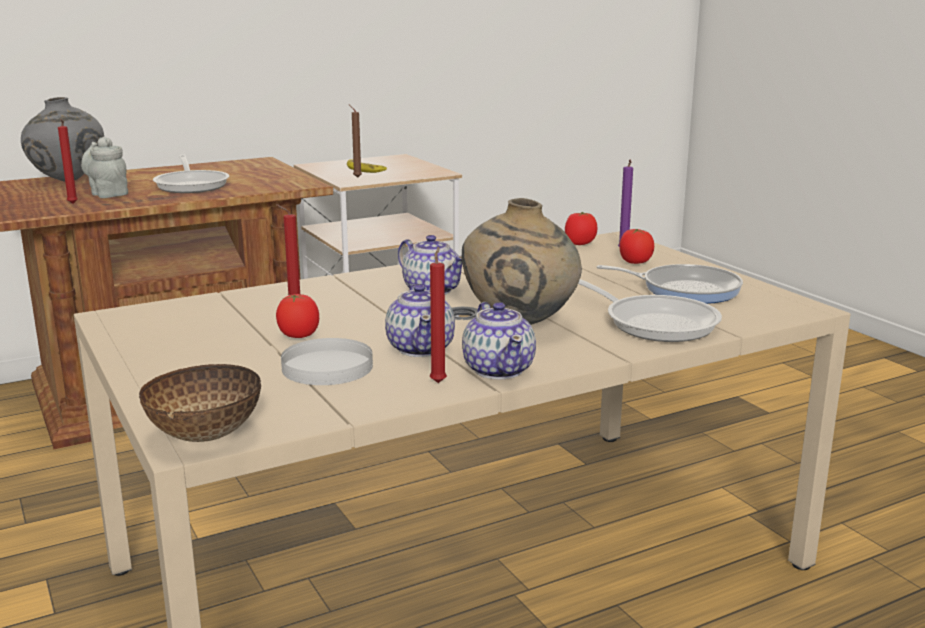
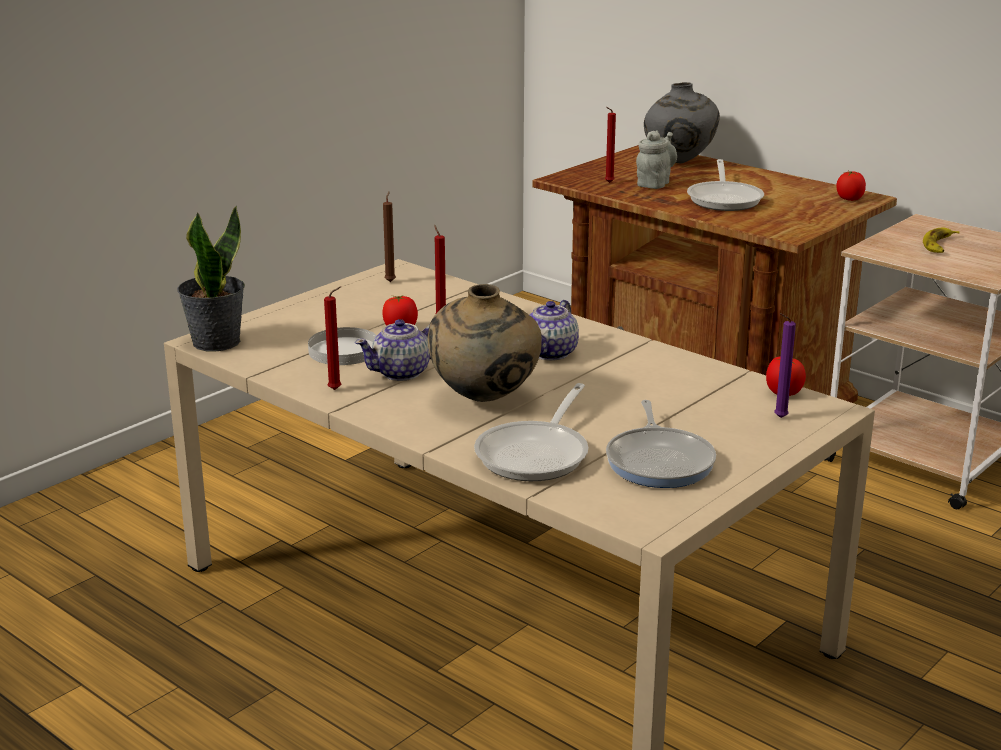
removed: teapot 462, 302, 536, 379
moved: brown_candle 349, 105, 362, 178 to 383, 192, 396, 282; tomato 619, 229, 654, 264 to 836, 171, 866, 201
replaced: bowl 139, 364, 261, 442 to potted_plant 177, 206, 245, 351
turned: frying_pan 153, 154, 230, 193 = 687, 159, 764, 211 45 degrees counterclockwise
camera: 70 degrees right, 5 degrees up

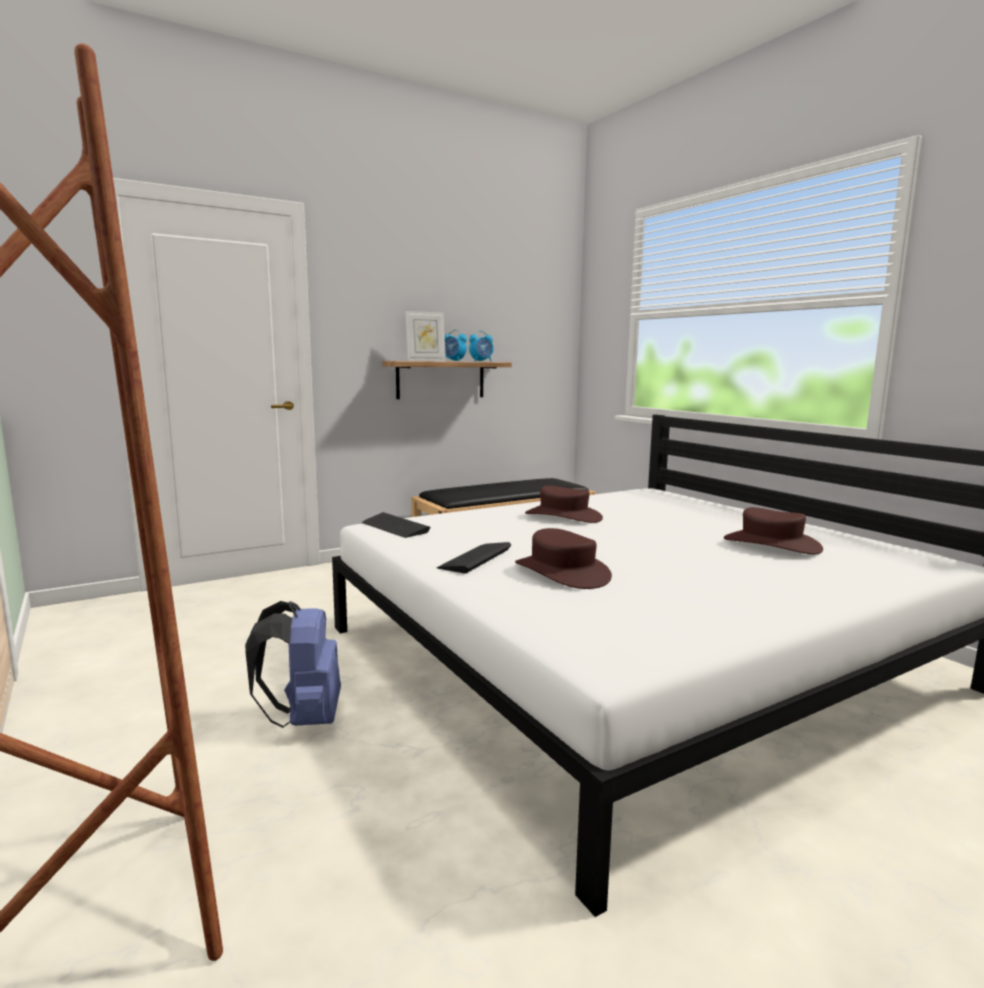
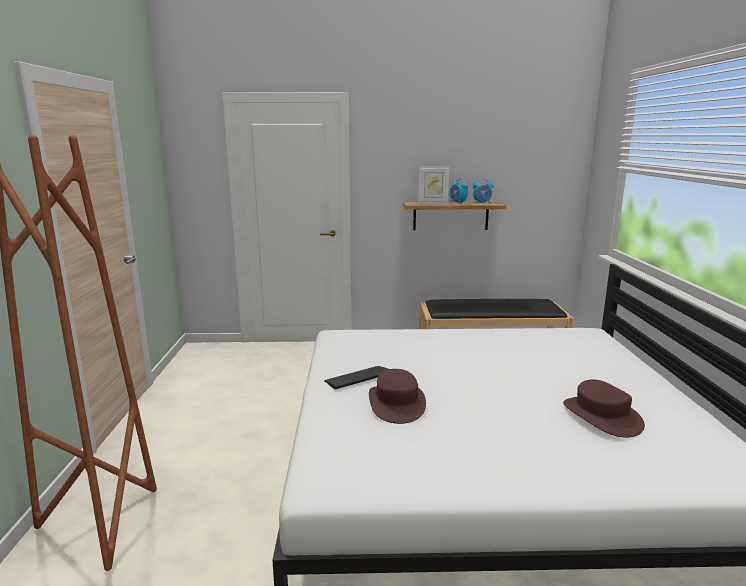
removed: blue_backpack 245, 601, 341, 728; keyboard 362, 512, 431, 538; brown_hat 525, 486, 603, 523
camera: 30 degrees right, 5 degrees up

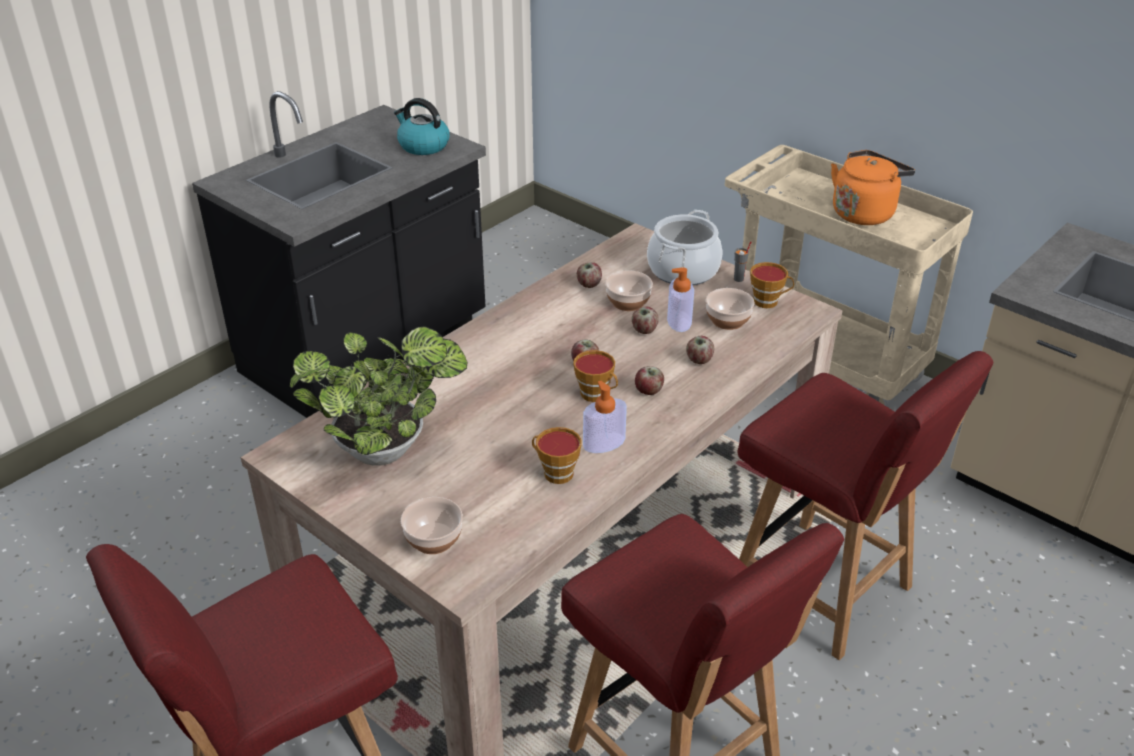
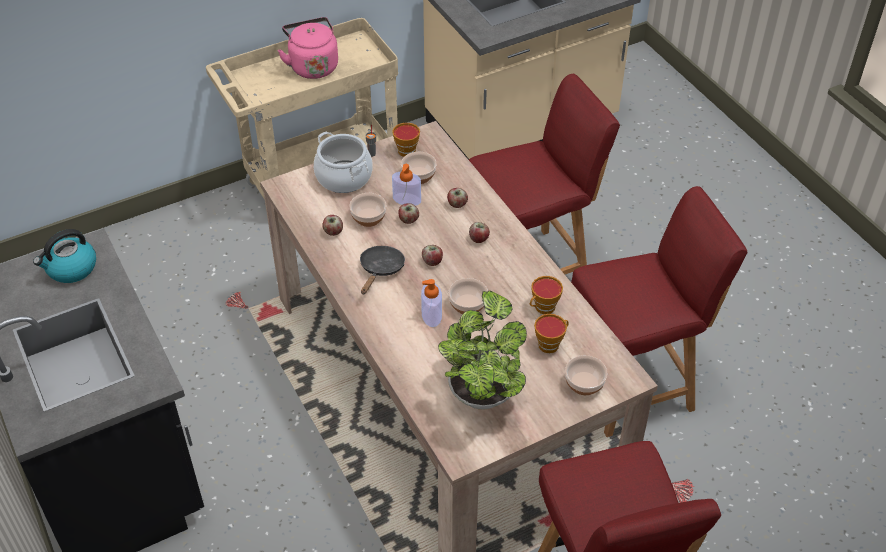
added: black_frying_pan 360, 246, 405, 294; bowl 449, 278, 488, 314
moved: cup 573, 350, 618, 402 to 534, 314, 569, 353; soap_dispenser 583, 381, 627, 453 to 421, 279, 442, 327
recoloured: orange_kettle 831, 150, 915, 225 to pink_kettle 278, 17, 338, 79
camera: 70 degrees left, 10 degrees up

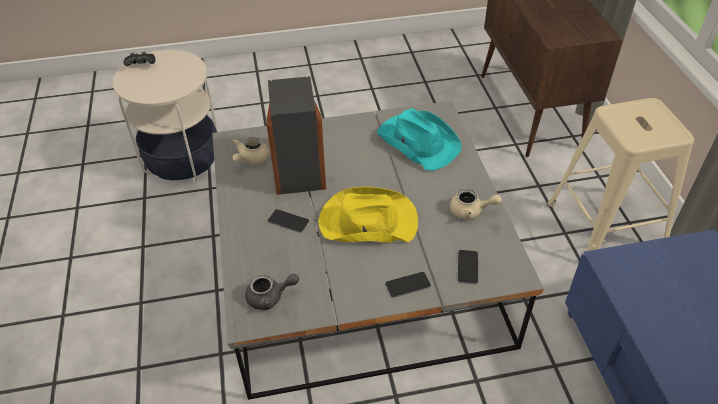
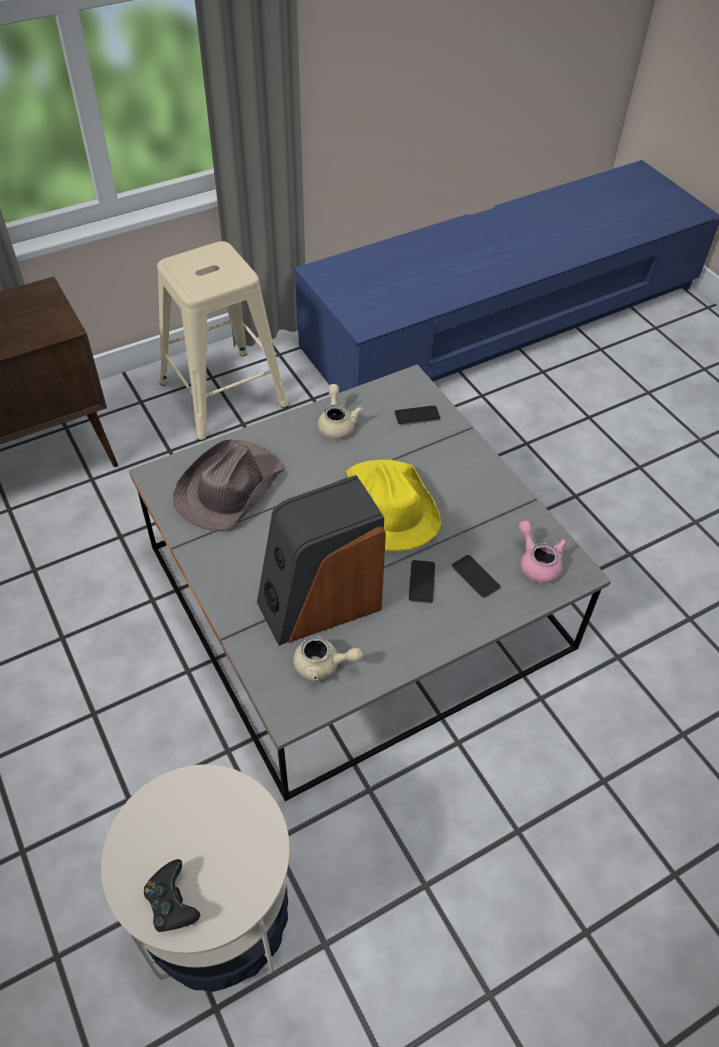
moved: phone 385, 272, 431, 298 to 452, 555, 500, 598
recoloured: grey_teapot 245, 274, 299, 310 to pink_teapot 518, 521, 567, 583; turquoise_hat 377, 108, 461, 171 to brown_hat 173, 440, 284, 531
camera: 110 degrees left, 5 degrees up

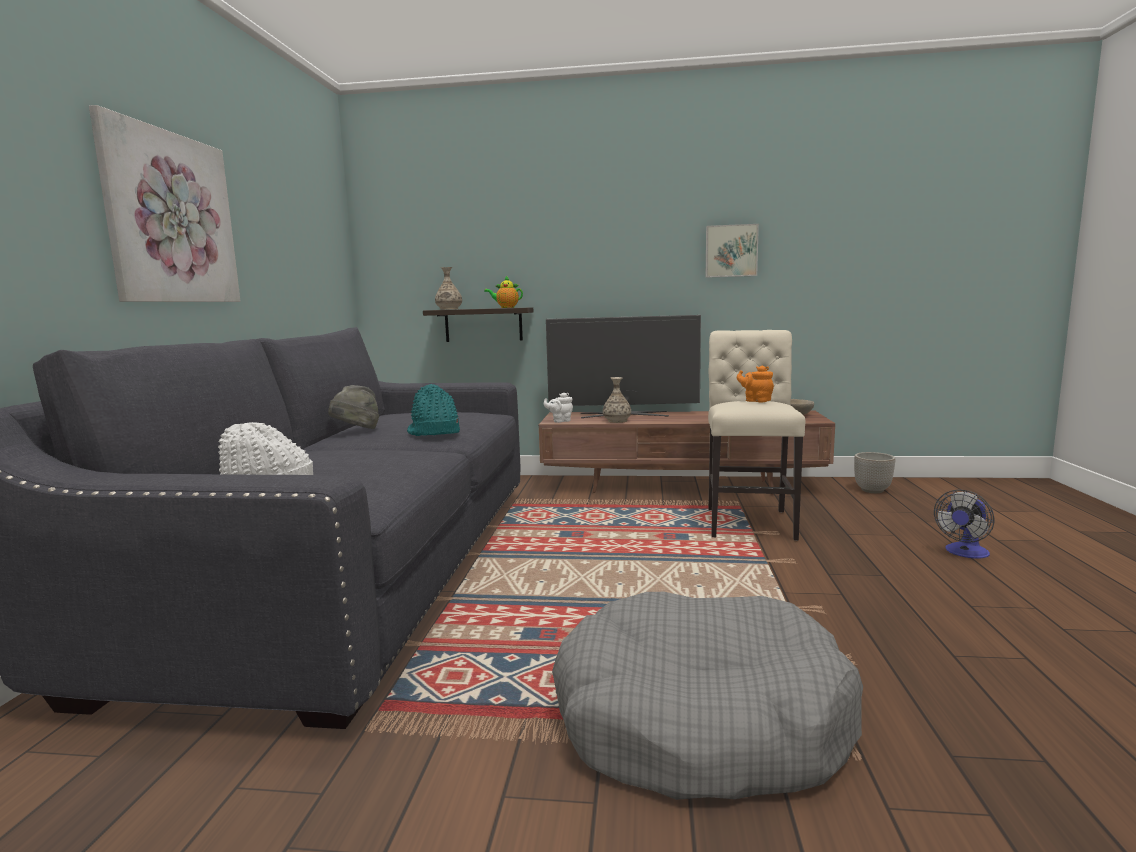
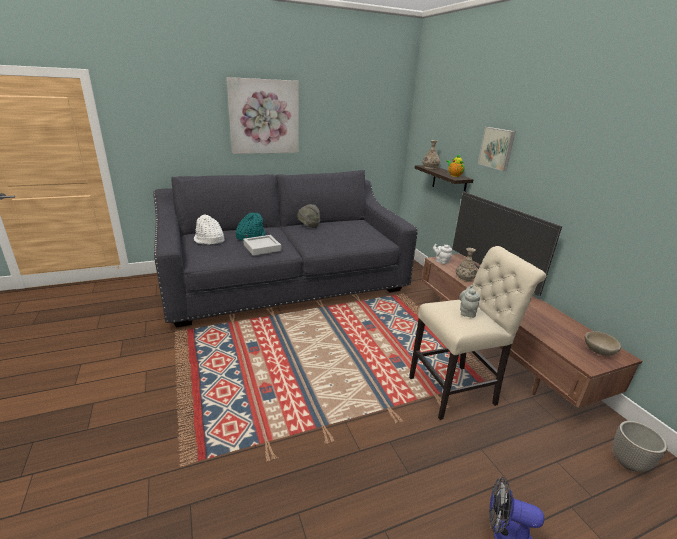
removed: grey_dog_bed 552, 592, 863, 800
added: grey_tray 243, 235, 281, 256
moved: turquoise_hat 407, 384, 460, 436 to 236, 212, 265, 241; picture 706, 224, 759, 278 to 478, 127, 516, 171
recoloured: orange_teapot 737, 366, 774, 402 to grey_teapot 459, 285, 480, 318
camera: 60 degrees right, 15 degrees up

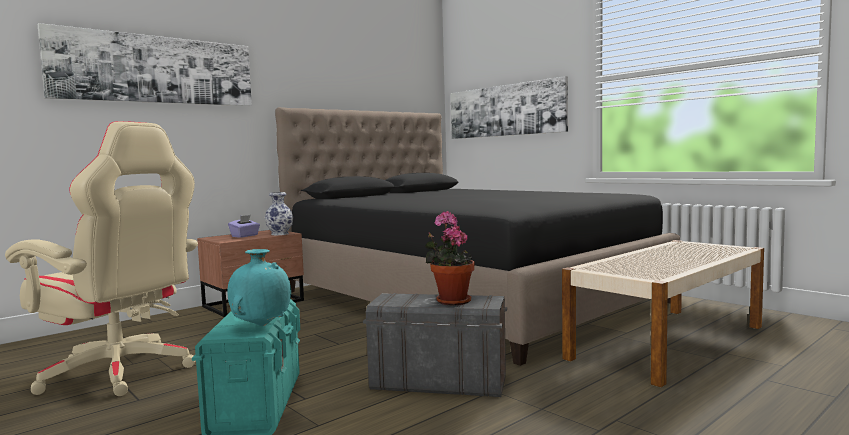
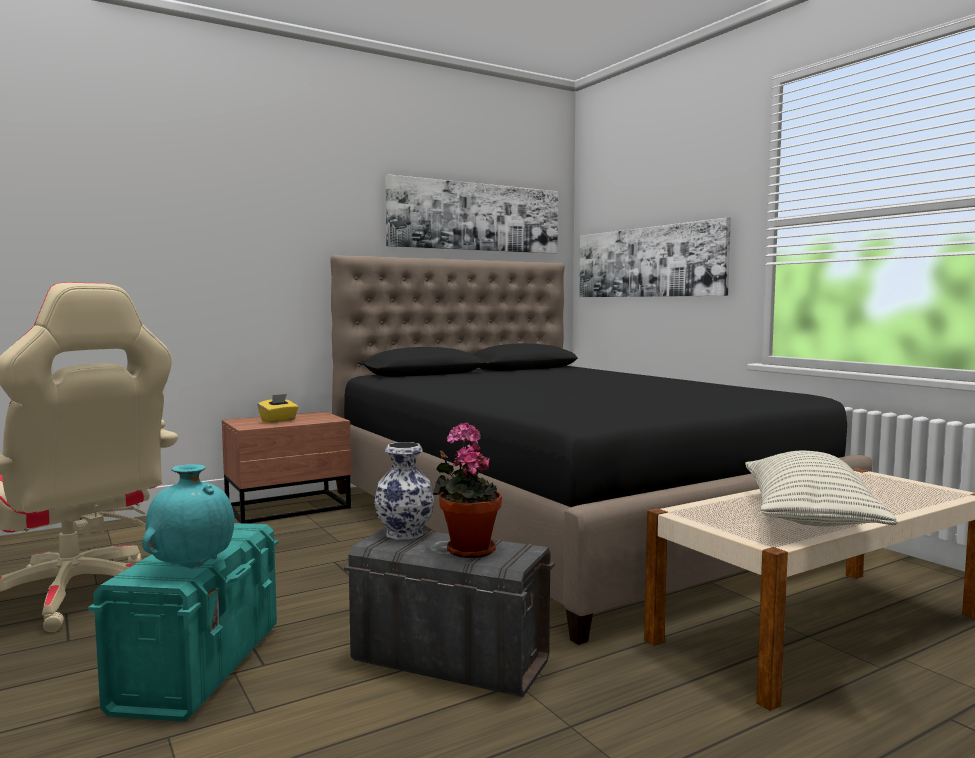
added: pillow 745, 451, 898, 526
moved: picture 37, 23, 252, 106 to 385, 174, 558, 254; vase 265, 192, 293, 235 to 374, 442, 434, 540
recoloured: purple_tissue_box 228, 215, 260, 238 to yellow_tissue_box 258, 394, 299, 423
camera: 10 degrees right, 0 degrees up

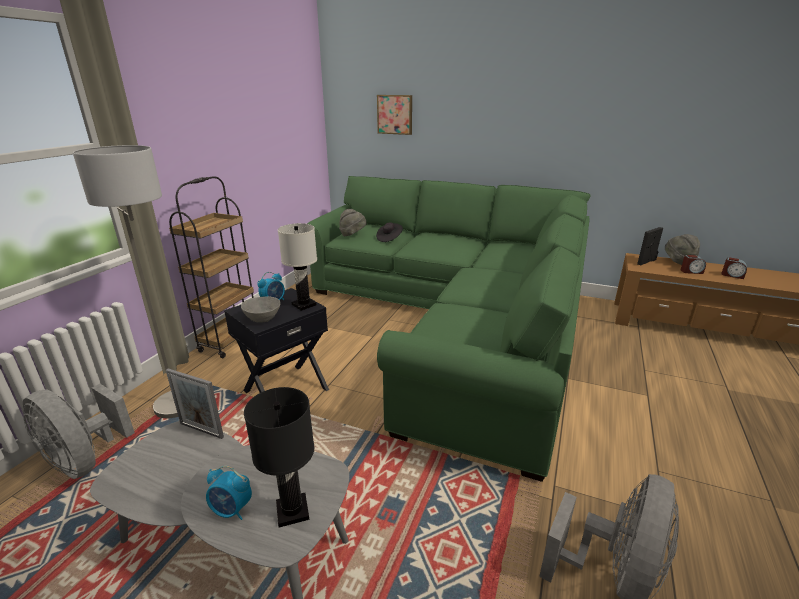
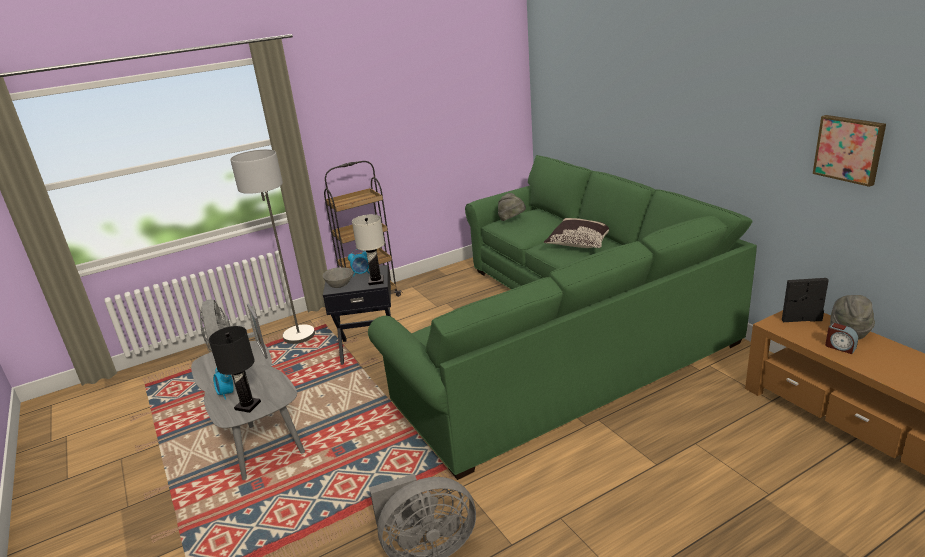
removed: black_hat 376, 222, 403, 242; alarm_clock 721, 257, 747, 279
added: pillow 544, 218, 609, 248
moved: picture 377, 95, 412, 135 to 813, 115, 886, 187
camera: 40 degrees right, 0 degrees up

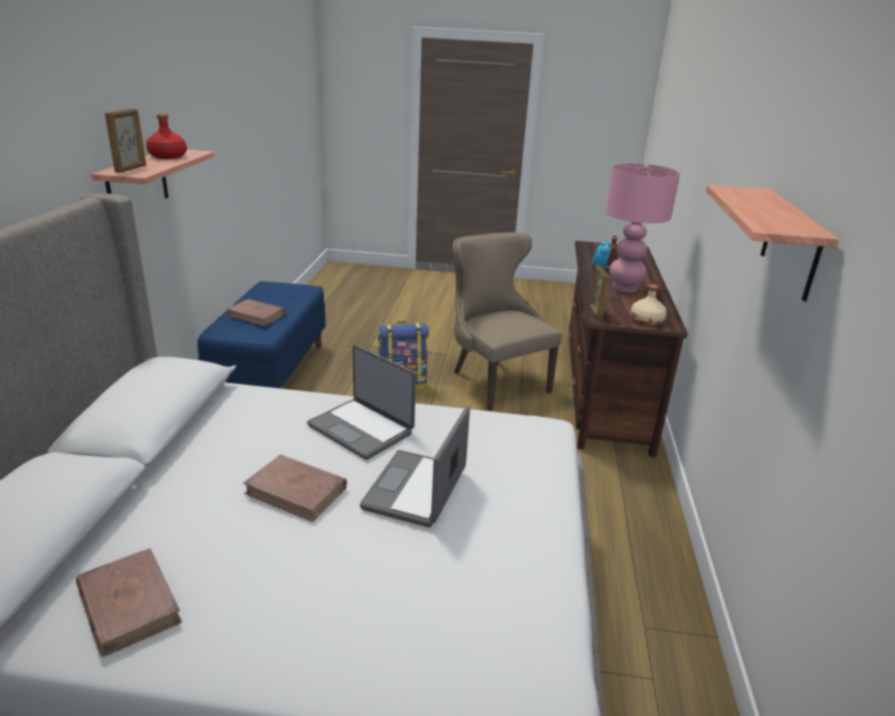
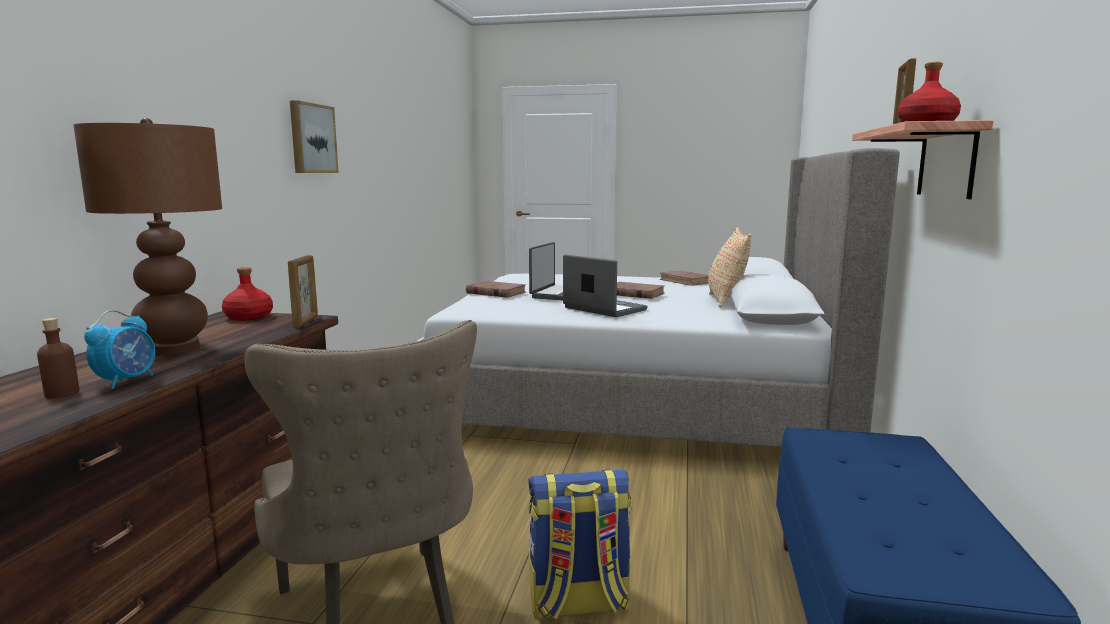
added: beige_pillow 708, 227, 752, 308
moved: brown_book 226, 299, 285, 326 to 466, 281, 526, 298
replaced: shelf 706, 185, 839, 301 to picture 290, 100, 339, 173
recoloured: pink_table_lamp 606, 163, 680, 293 to brown_table_lamp 73, 118, 222, 355; beige_bottle 631, 284, 667, 325 to red_bottle 222, 267, 273, 321
camera: 175 degrees left, 15 degrees down

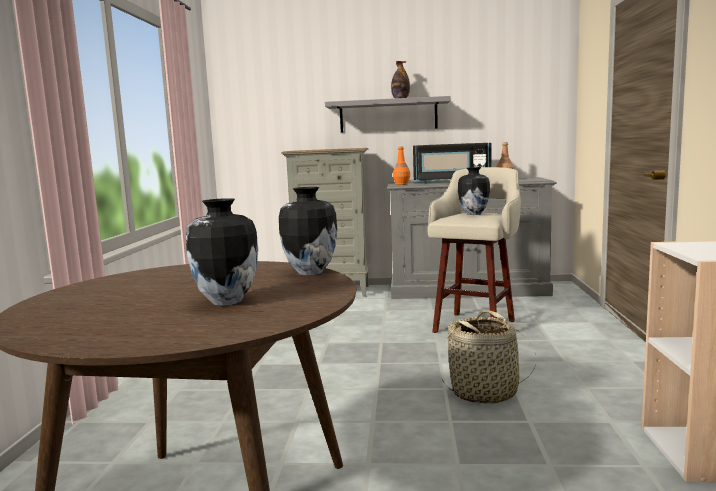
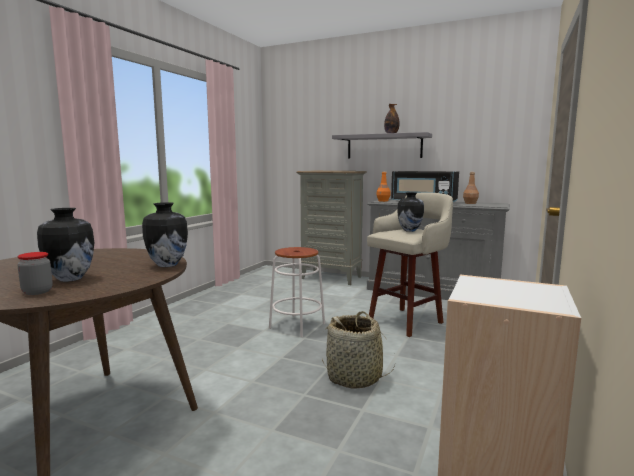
added: jar 17, 252, 53, 295; white_stool 269, 247, 325, 338
camera: 20 degrees right, 0 degrees up

